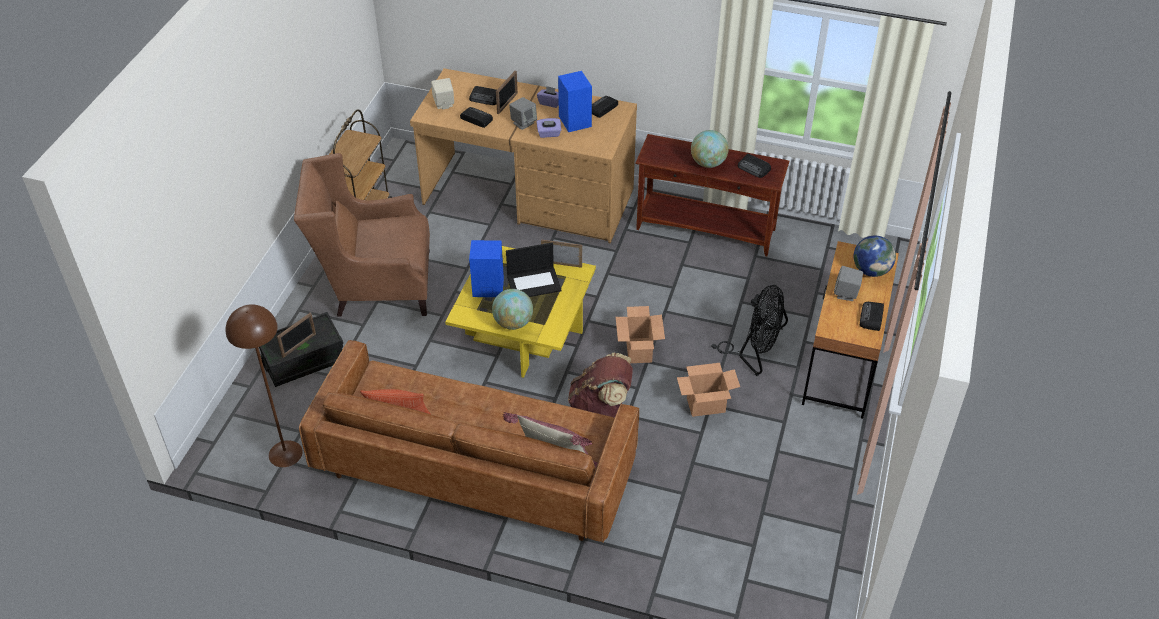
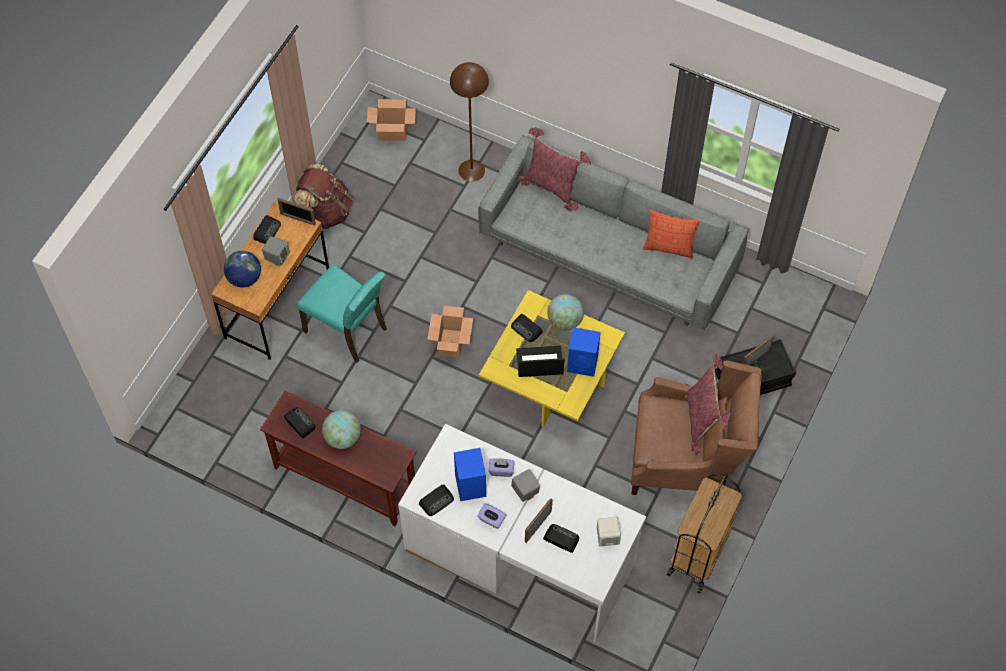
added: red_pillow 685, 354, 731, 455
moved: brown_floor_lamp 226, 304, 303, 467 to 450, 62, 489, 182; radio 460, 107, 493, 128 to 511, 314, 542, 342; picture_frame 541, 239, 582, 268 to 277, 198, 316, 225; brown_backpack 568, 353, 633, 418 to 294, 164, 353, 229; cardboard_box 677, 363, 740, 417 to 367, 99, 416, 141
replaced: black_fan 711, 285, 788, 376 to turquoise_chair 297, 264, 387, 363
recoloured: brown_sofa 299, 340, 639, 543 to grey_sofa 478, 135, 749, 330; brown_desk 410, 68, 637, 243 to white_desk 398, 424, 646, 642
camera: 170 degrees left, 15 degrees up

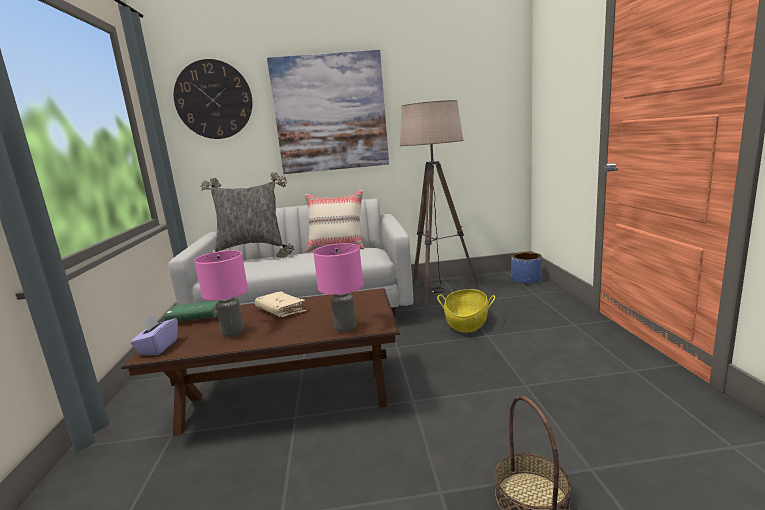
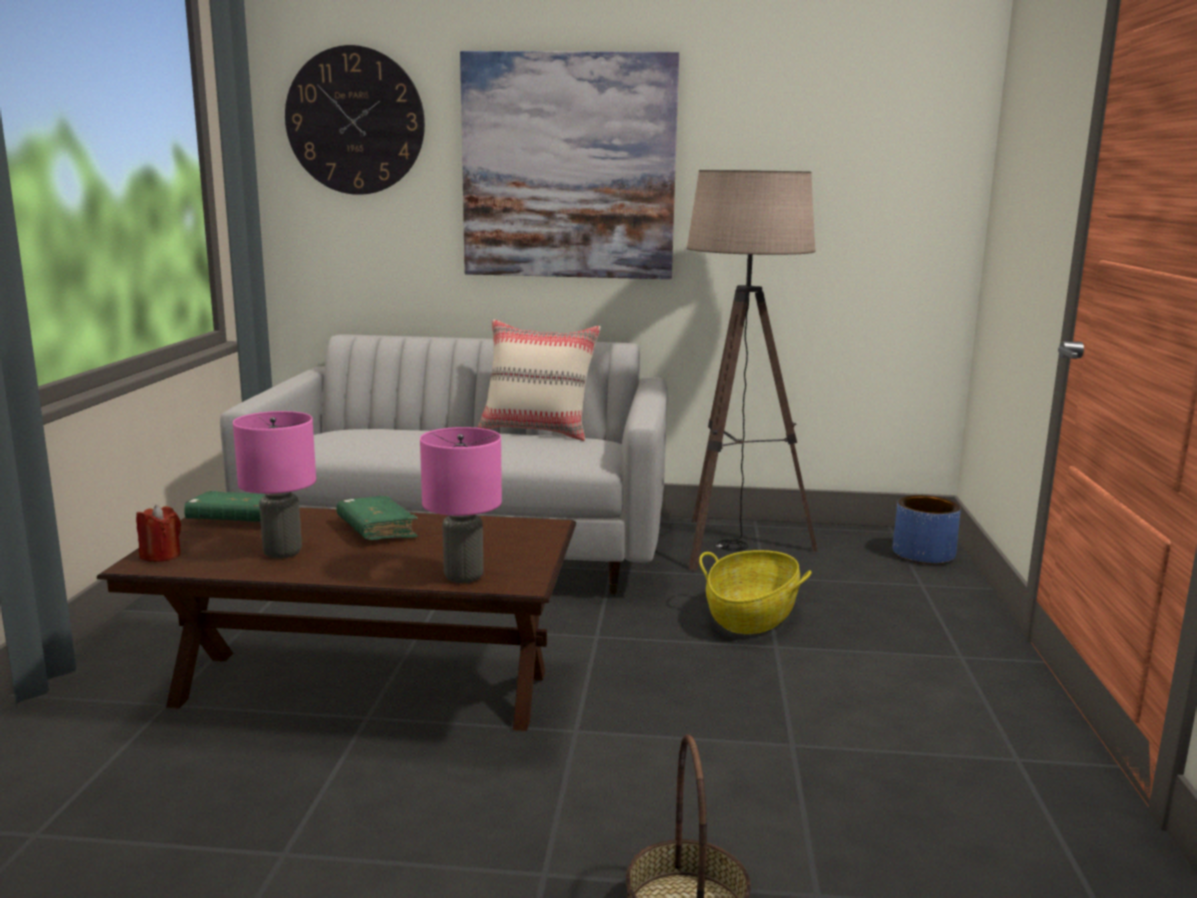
removed: pillow 201, 172, 295, 258
replaced: purple_tissue_box 131, 314, 178, 356 to red_candle 136, 505, 181, 562
recoloured: beige_book 255, 291, 306, 317 to green_book 336, 496, 418, 540
camera: 10 degrees right, 0 degrees up

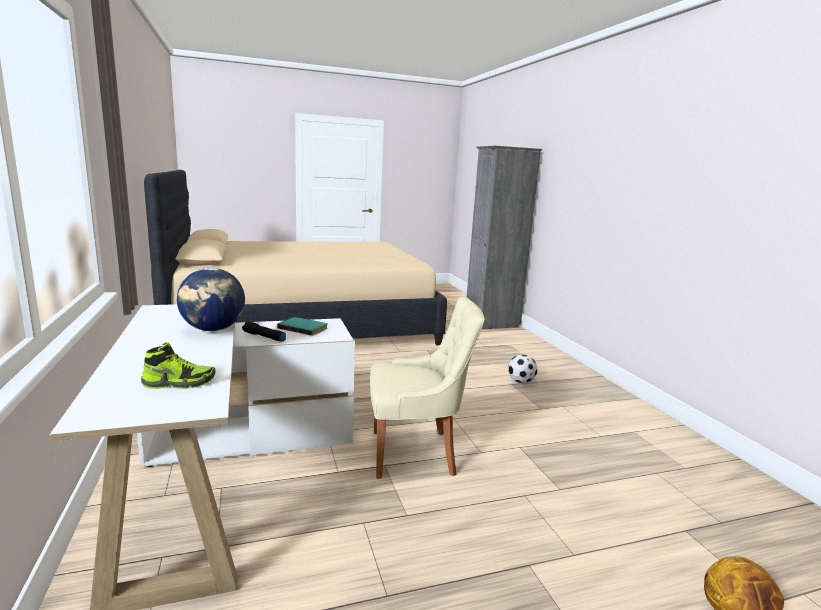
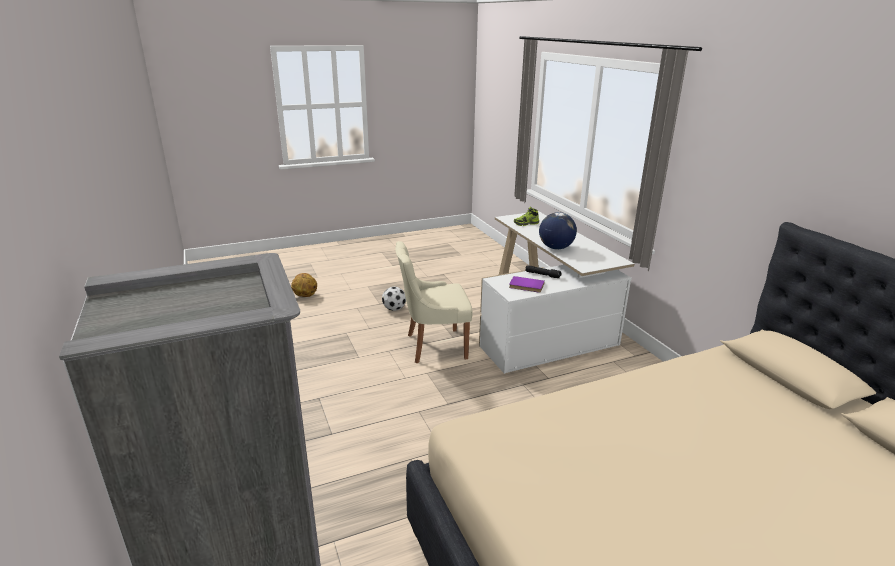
moved: football 508, 354, 538, 383 to 382, 287, 406, 311
recoloured: turquoise_book 277, 317, 328, 336 to purple_book 509, 276, 545, 293
camera: 175 degrees right, 10 degrees up

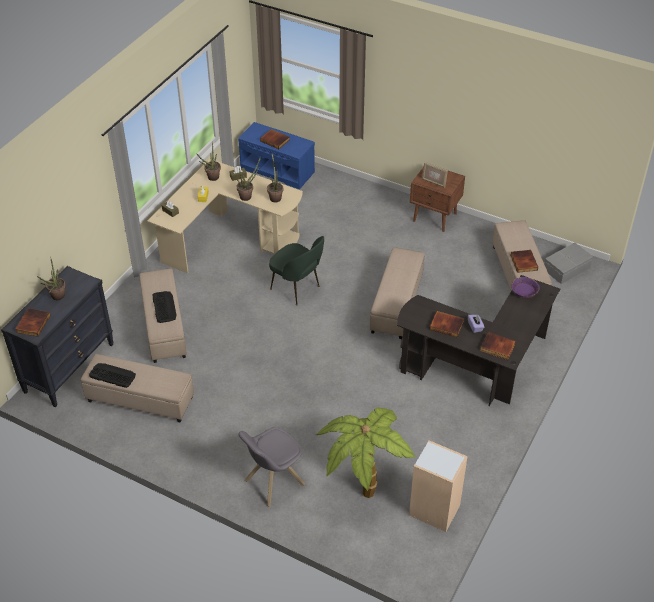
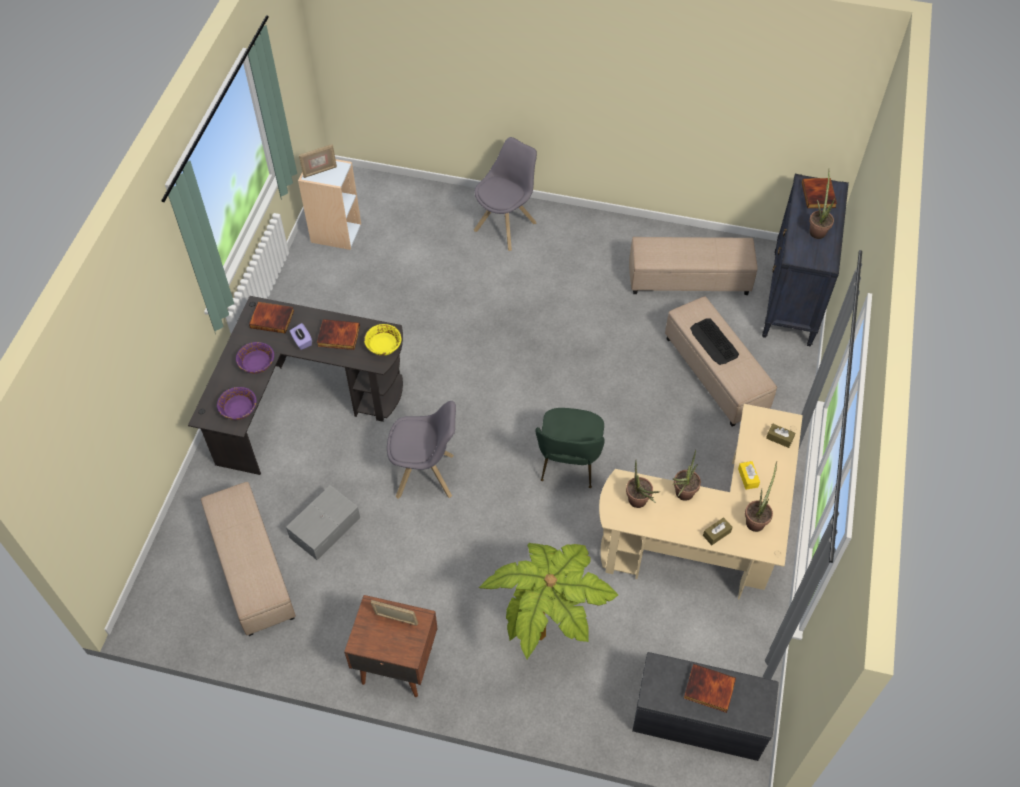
removed: keyboard 89, 363, 136, 388; book 510, 250, 538, 273
added: purple_bowl 236, 342, 274, 374; picture_frame 299, 144, 337, 178; yellow_bowl 364, 324, 402, 356
moved: potted_plant 316, 407, 415, 498 to 479, 543, 618, 659; grey_storage_box 544, 242, 593, 284 to 286, 485, 360, 560
replaced: beige_ottoman 370, 247, 425, 339 to grey_chair 387, 401, 456, 499
recoloured: blue_bench 238, 122, 315, 190 to grey_bench 632, 652, 779, 761
turned: green_chair 269, 236, 324, 305 = 536, 408, 605, 488 105 degrees counterclockwise
camera: 165 degrees right, 10 degrees up

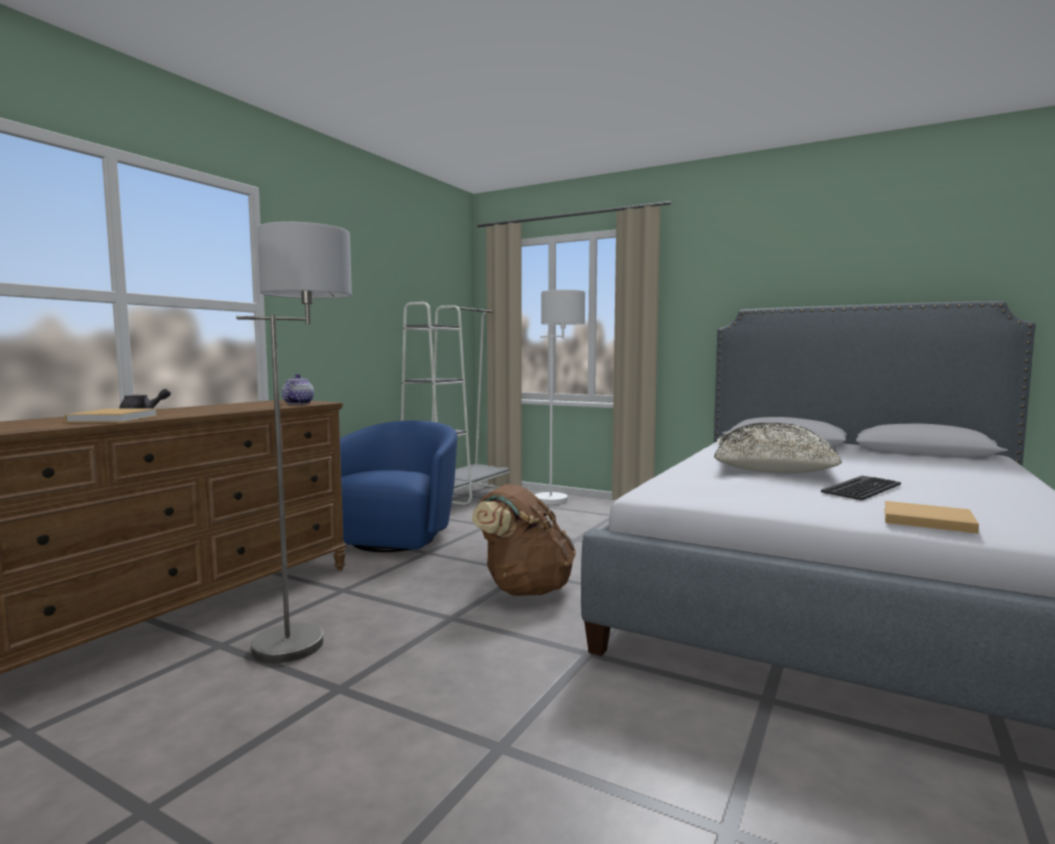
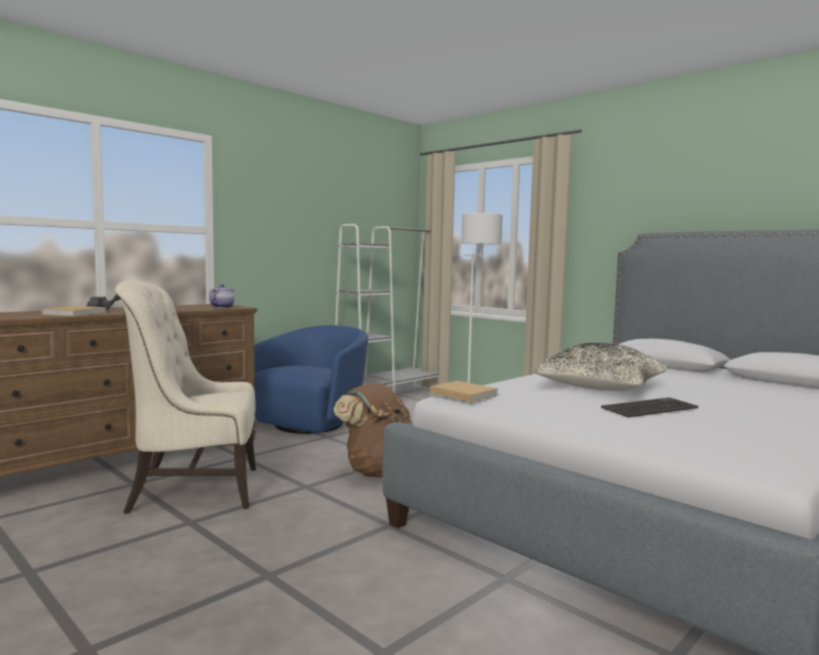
moved: beige_book 884, 501, 979, 534 to 430, 381, 499, 402
replaced: grey_floor_lamp 236, 222, 352, 663 to beige_armchair 115, 280, 256, 514
camera: 15 degrees right, 0 degrees up

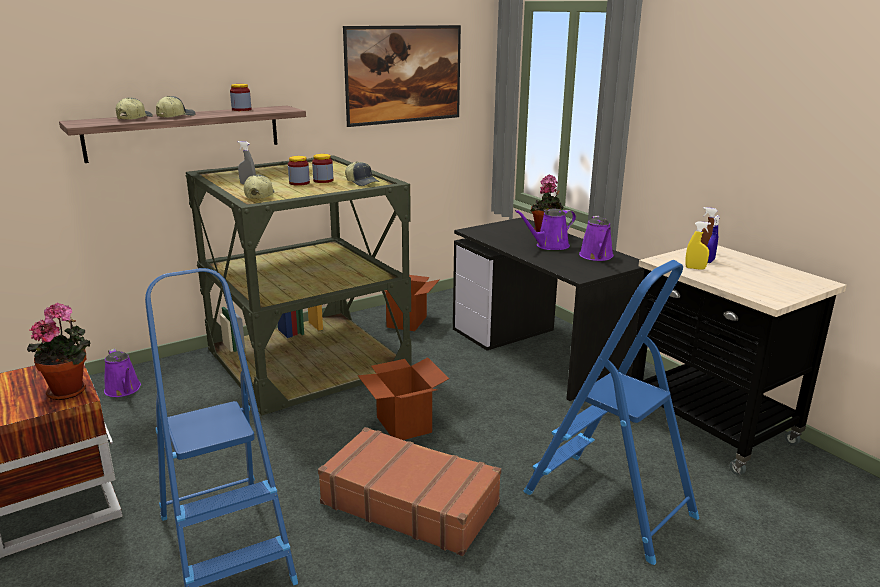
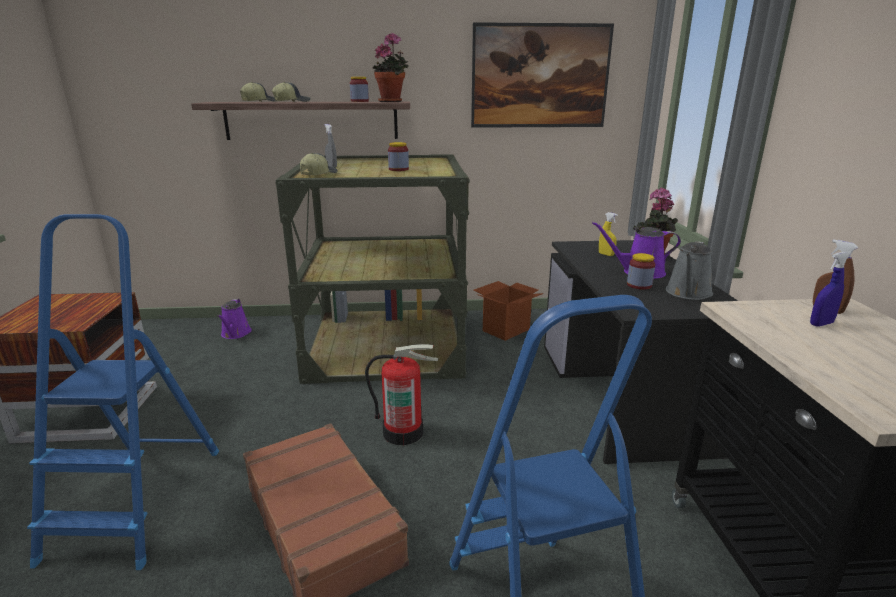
removed: cap 345, 161, 380, 186
moved: potted_plant 27, 302, 90, 400 to 373, 33, 408, 102; jar 288, 156, 310, 186 to 627, 253, 655, 290; yellow_spray_bottle 685, 221, 711, 270 to 599, 212, 618, 256
replaced: cardboard_box 358, 357, 449, 440 to fire_extinguisher 365, 344, 438, 445
recoloured: purple_watering_can 579, 216, 614, 261 to grey_watering_can 666, 241, 713, 300
camera: 30 degrees right, 0 degrees up

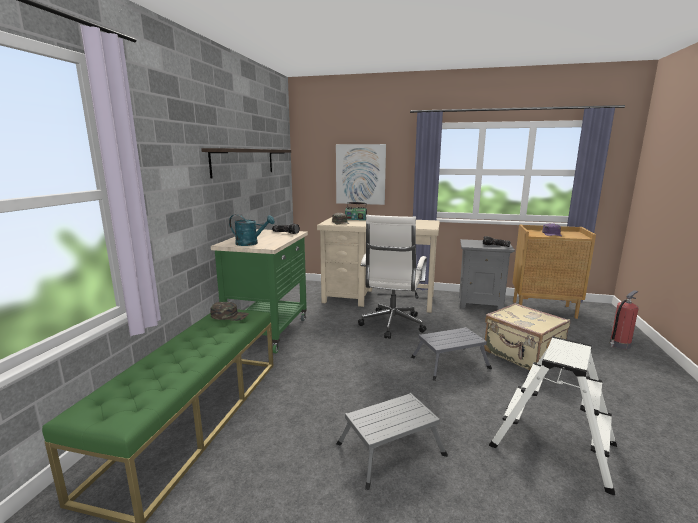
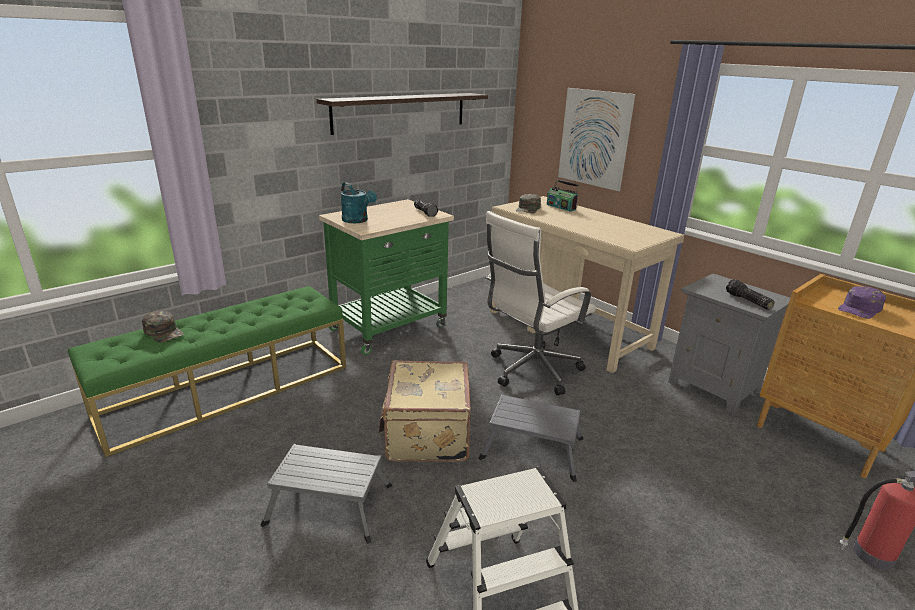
moved: green_cap 210, 302, 249, 321 to 142, 311, 184, 342; beige_suitcase 484, 303, 570, 370 to 379, 360, 471, 462
camera: 35 degrees right, 10 degrees up

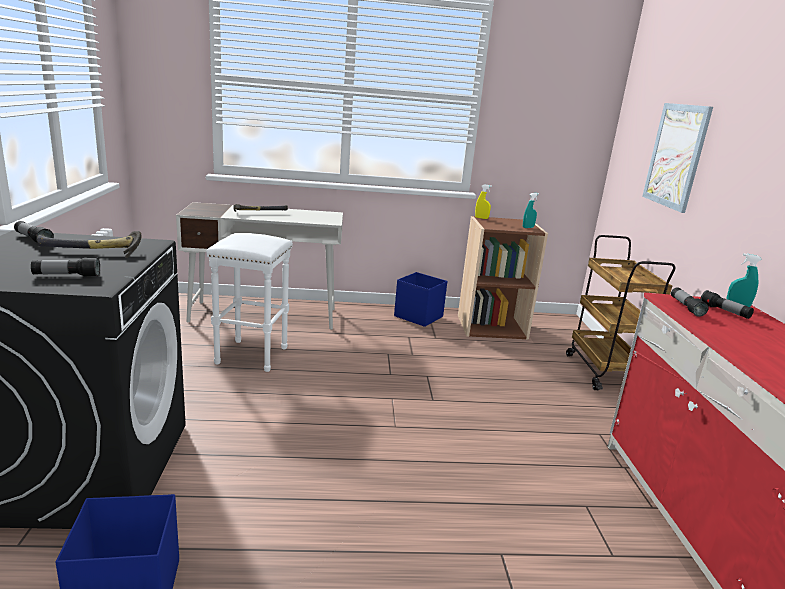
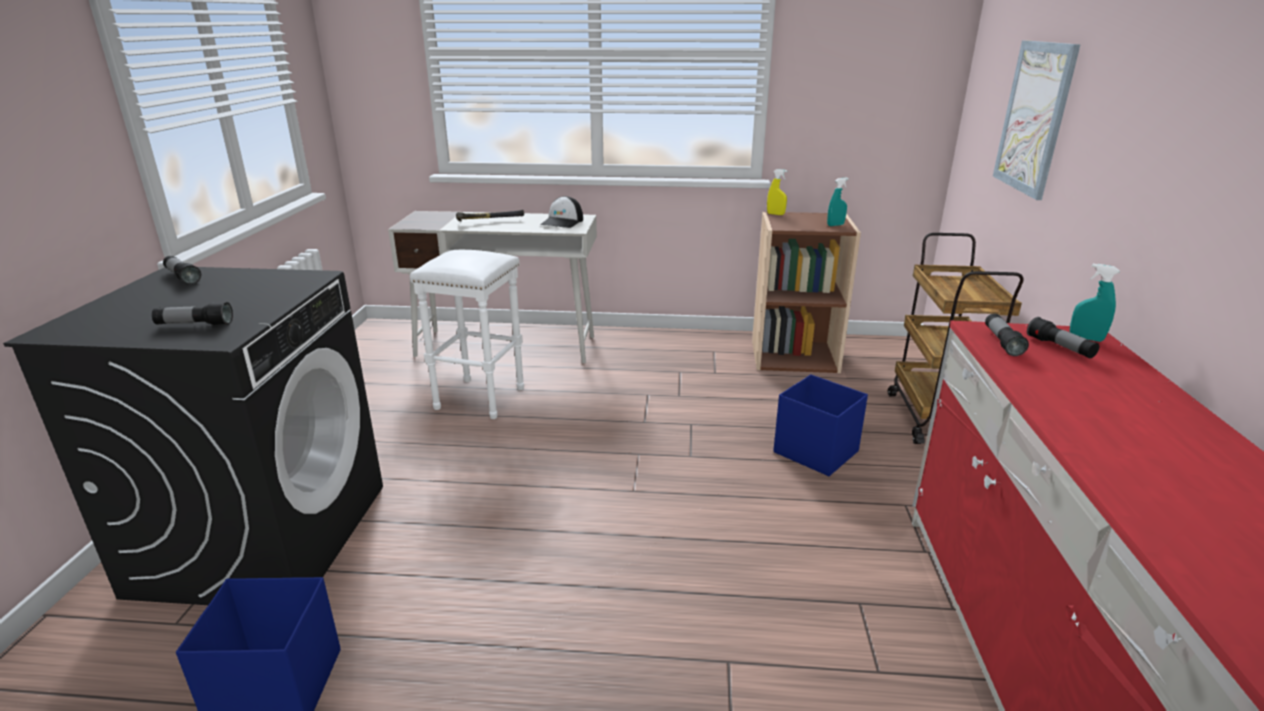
removed: hammer 37, 231, 142, 258
added: cap 540, 196, 583, 228
moved: blue_storage_box 394, 272, 447, 327 to 774, 374, 868, 476
camera: 10 degrees right, 5 degrees up

